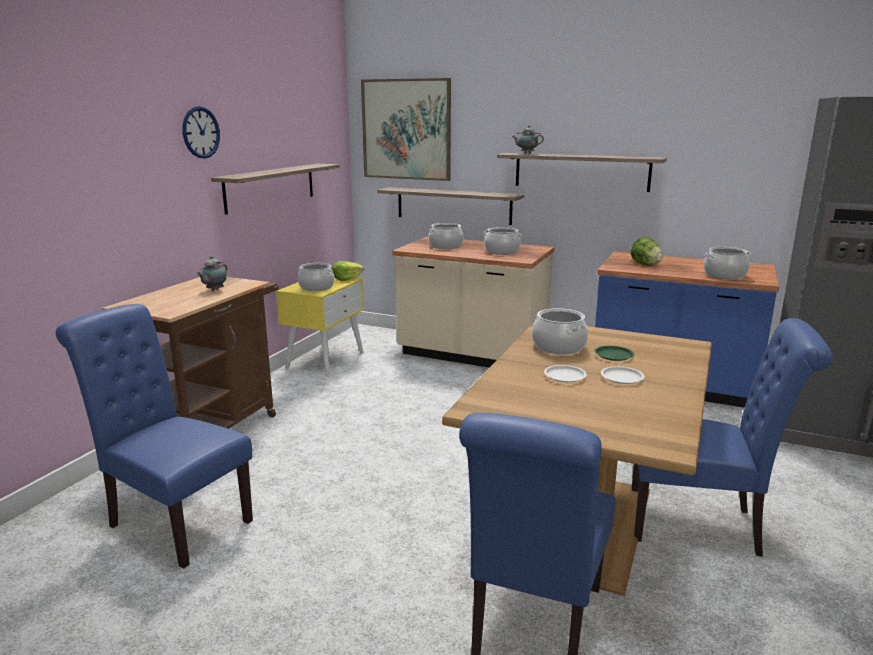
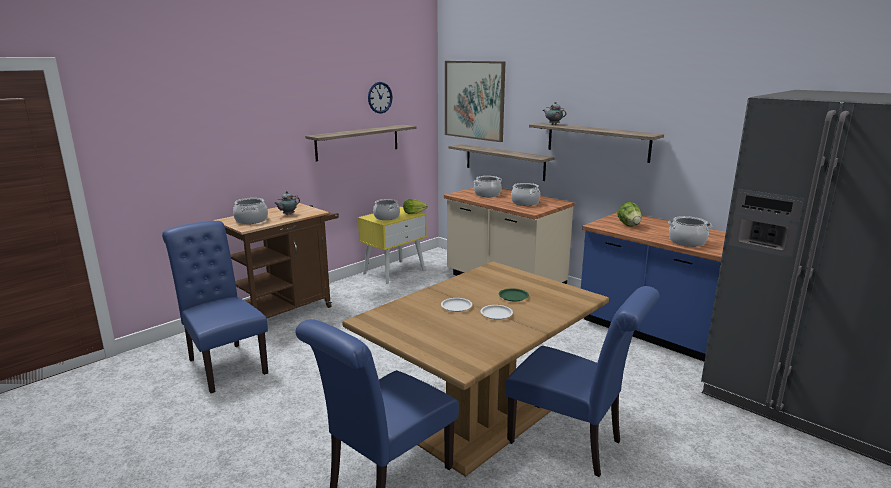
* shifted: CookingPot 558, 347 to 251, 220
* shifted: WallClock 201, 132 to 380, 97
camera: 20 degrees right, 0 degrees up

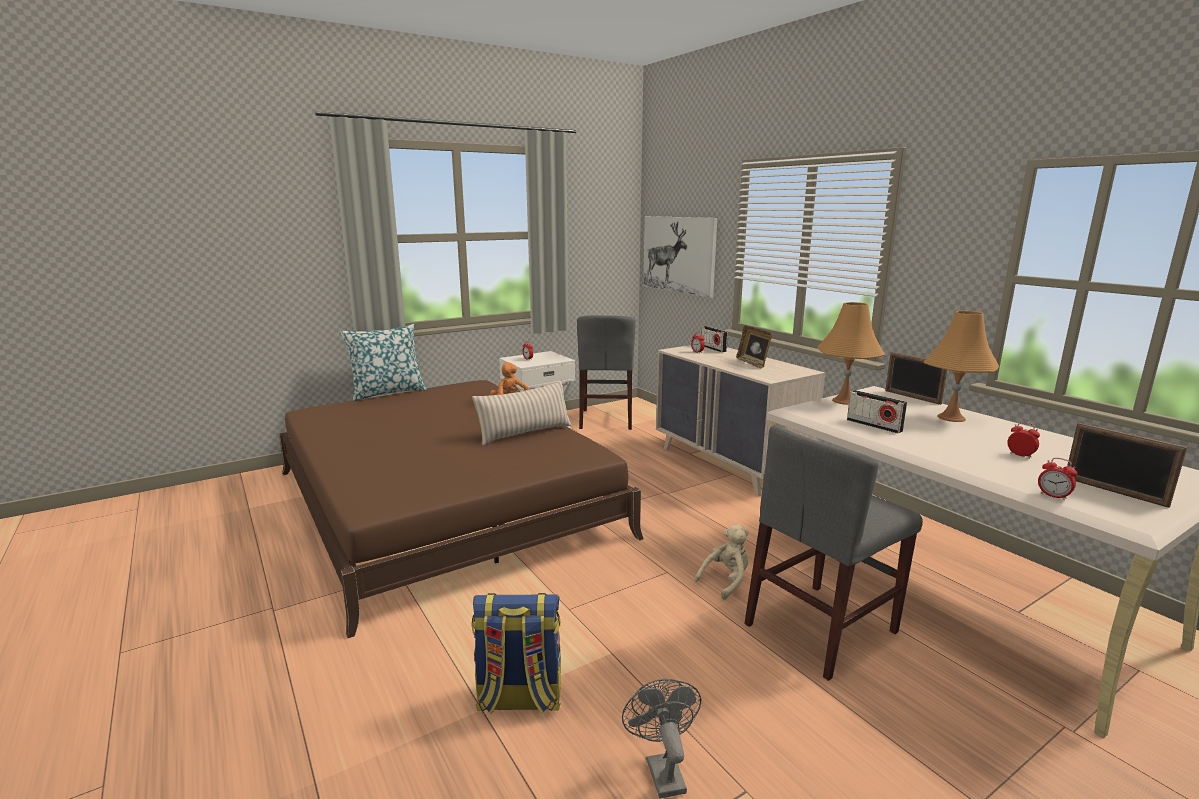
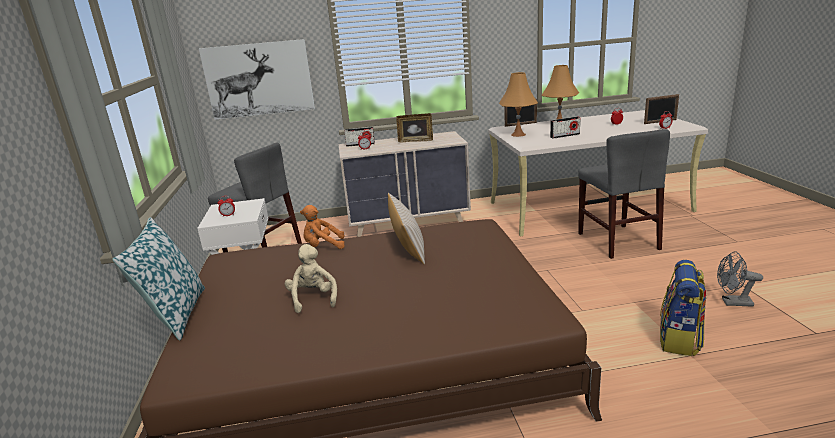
* shifted: BeigeColouredSoftToy 726, 581 to 313, 298
camera: 65 degrees left, 5 degrees up

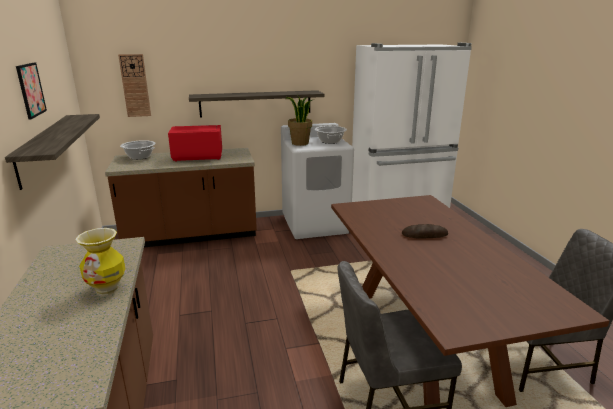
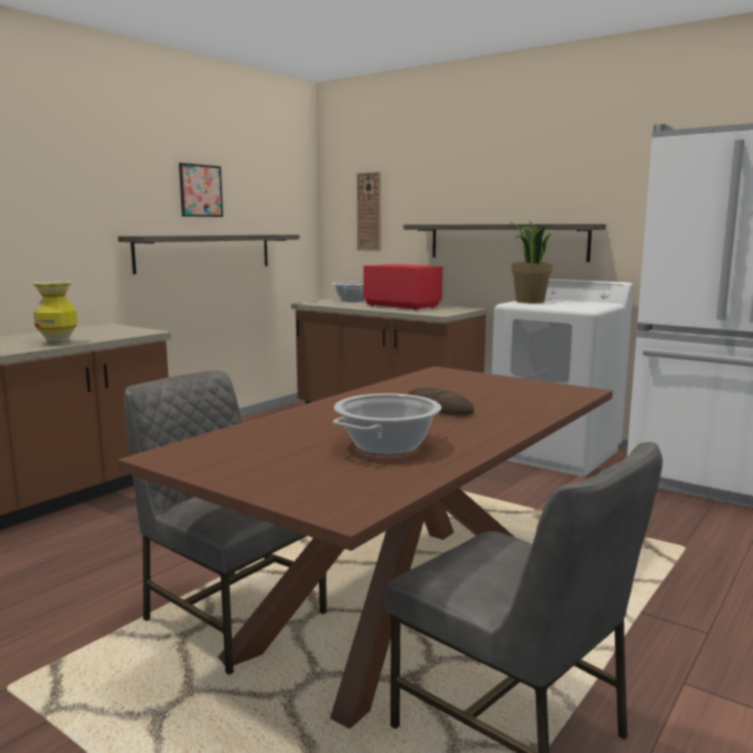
* shifted: CookingPot 330, 141 to 387, 446
camera: 50 degrees right, 10 degrees down

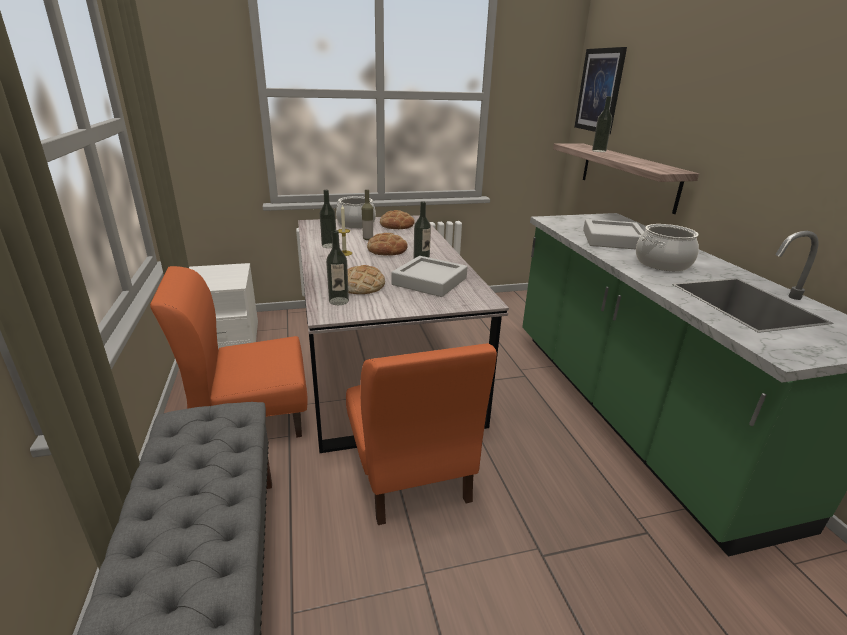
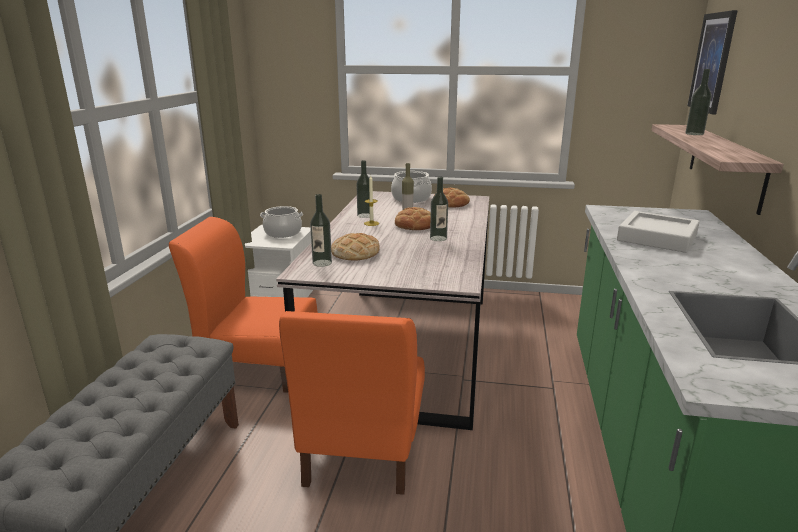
* shifted: CookingPot 662, 263 to 283, 233
* gone: GreyTray 429, 281
camera: 25 degrees right, 5 degrees down

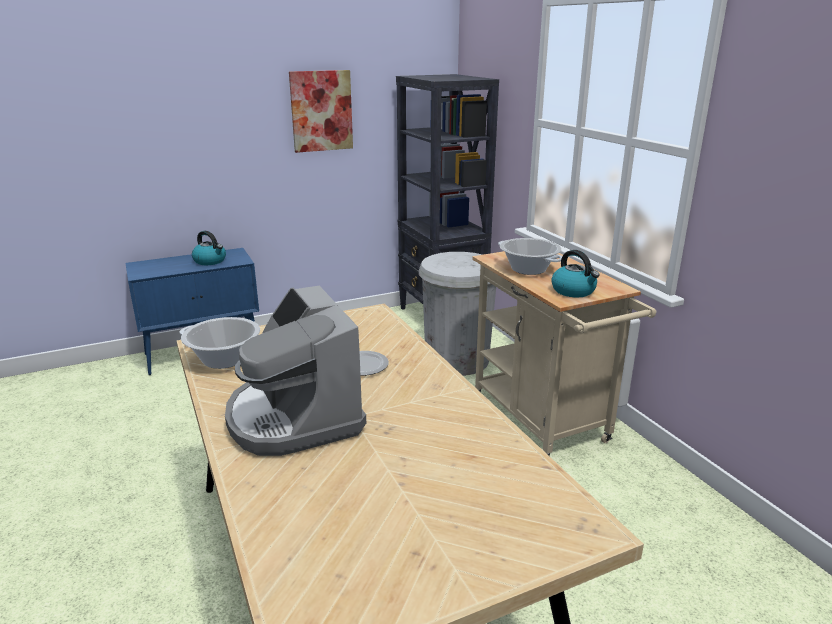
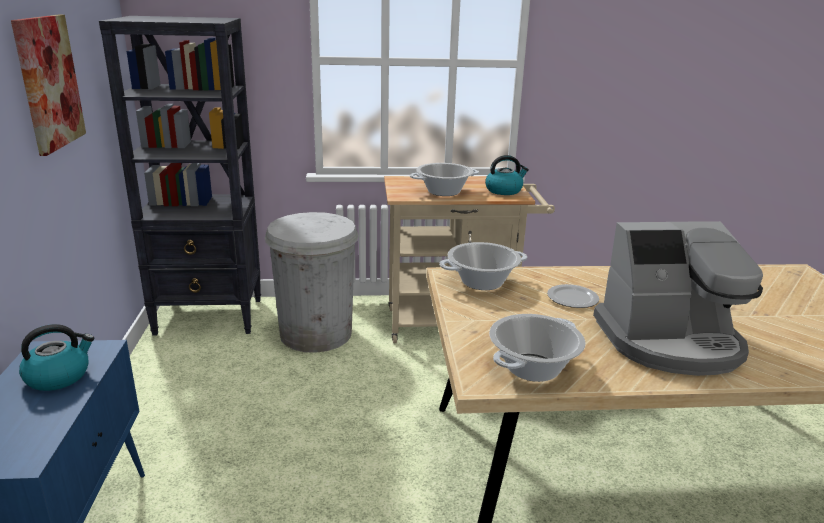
* new: CookingPot 482, 282
camera: 70 degrees left, 0 degrees up

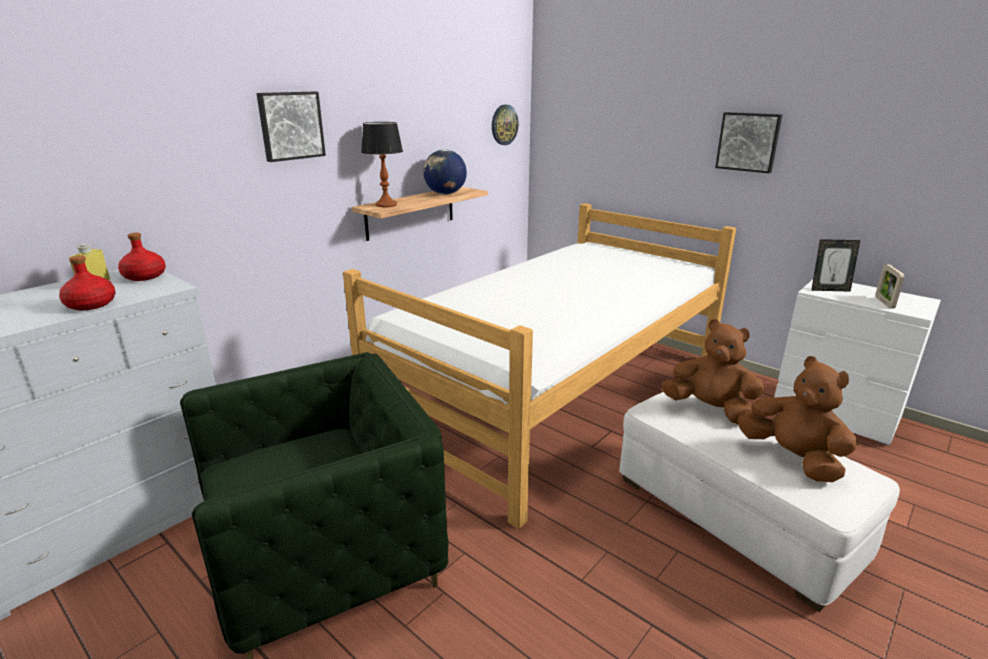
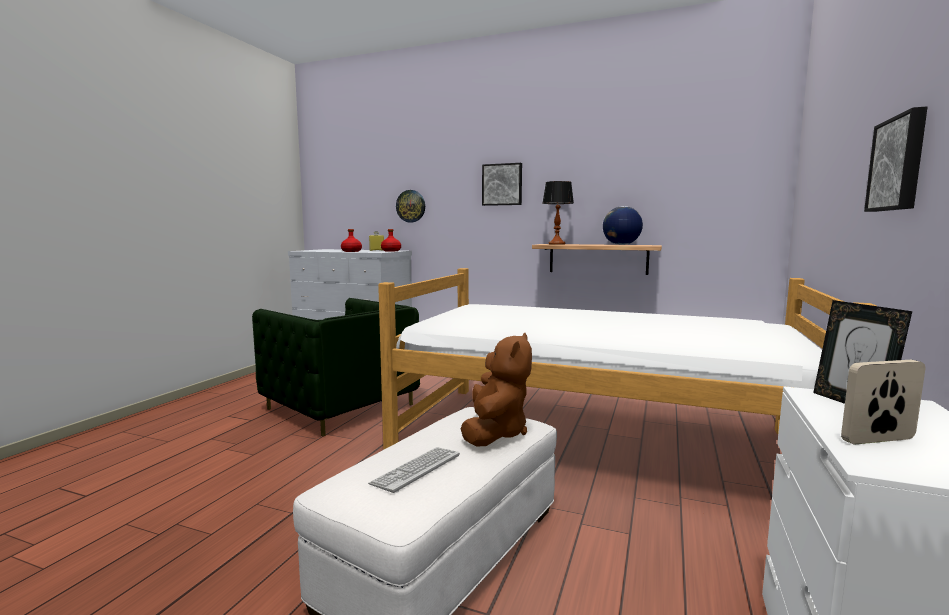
* swapped: BrownColouredSoftToy 792, 458 to PcKeyboard 416, 470
* shifted: WallClock 504, 125 to 411, 206
camera: 70 degrees right, 15 degrees down

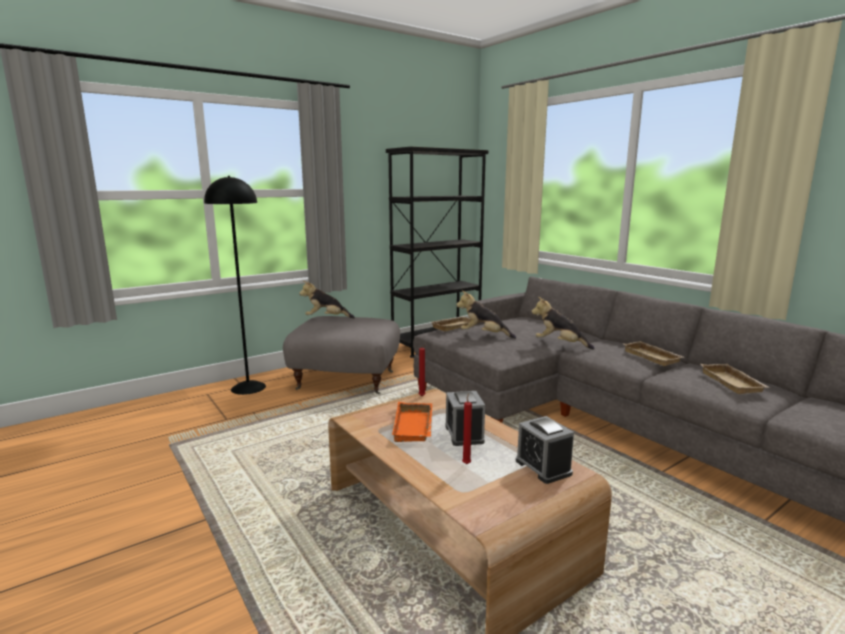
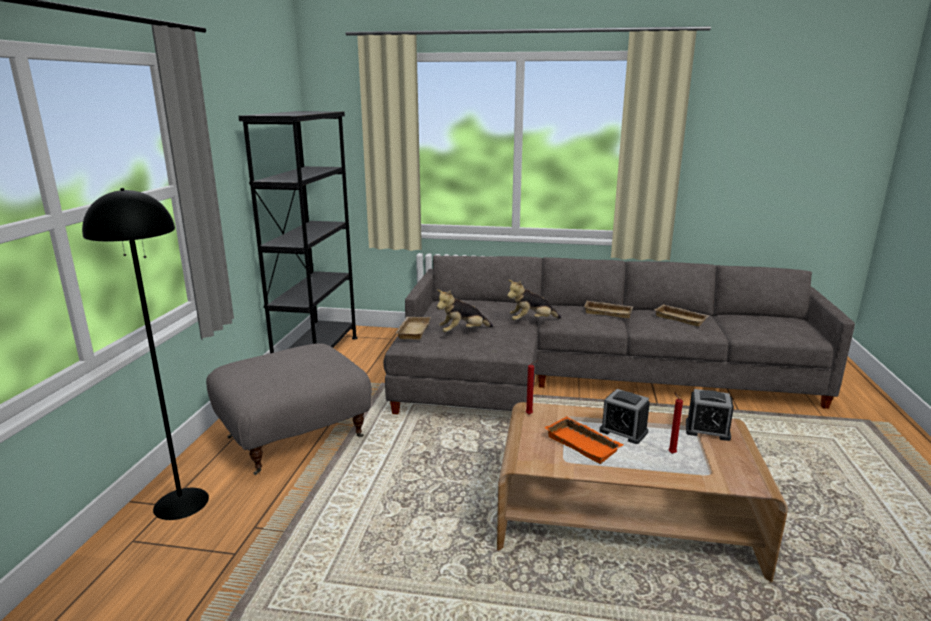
* gone: SoftToy 326, 318
camera: 45 degrees left, 5 degrees up

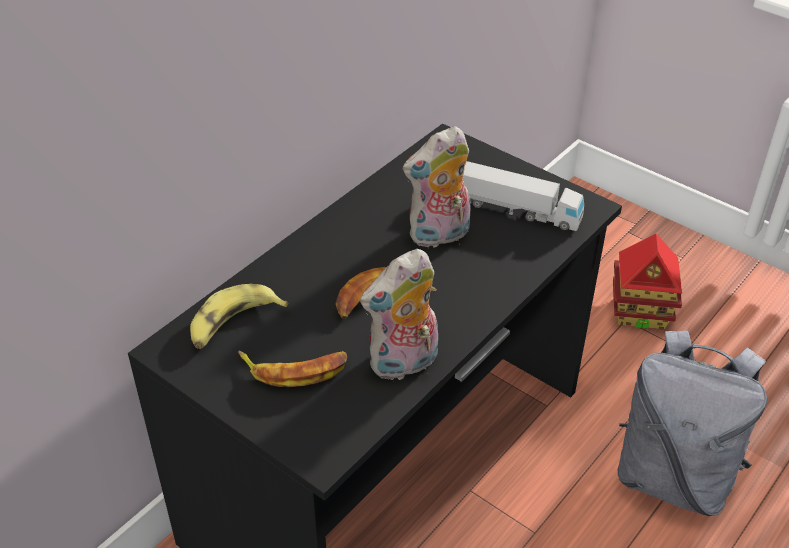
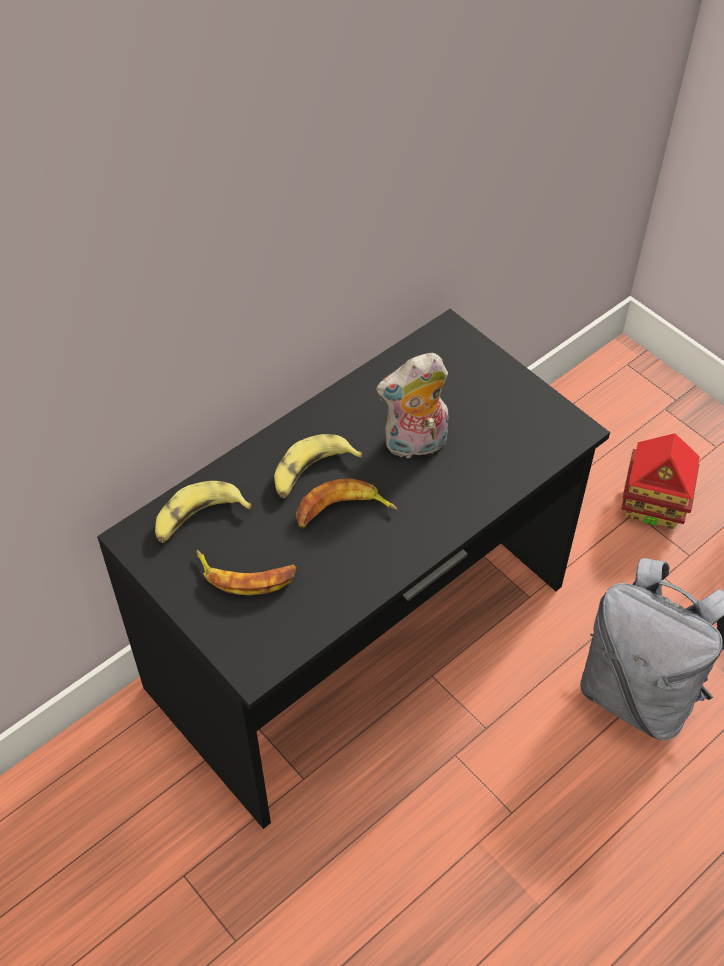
* new: BananaFruit 311, 472
* gone: SoftToy 404, 364
* gone: ModelTruck 509, 208
camera: 10 degrees right, 10 degrees up

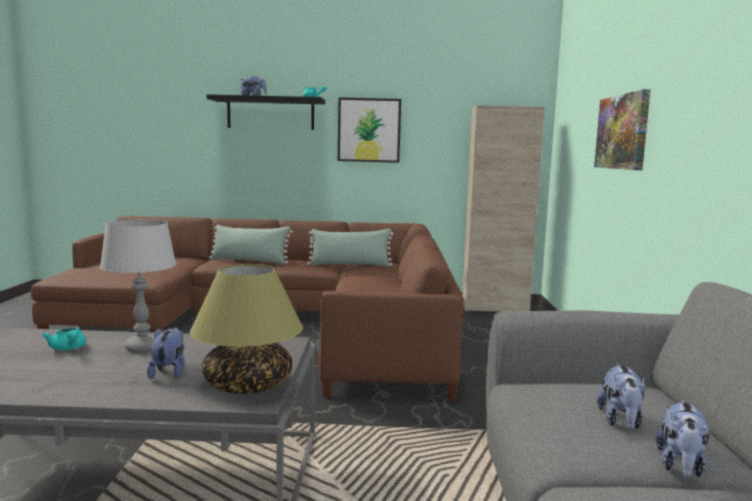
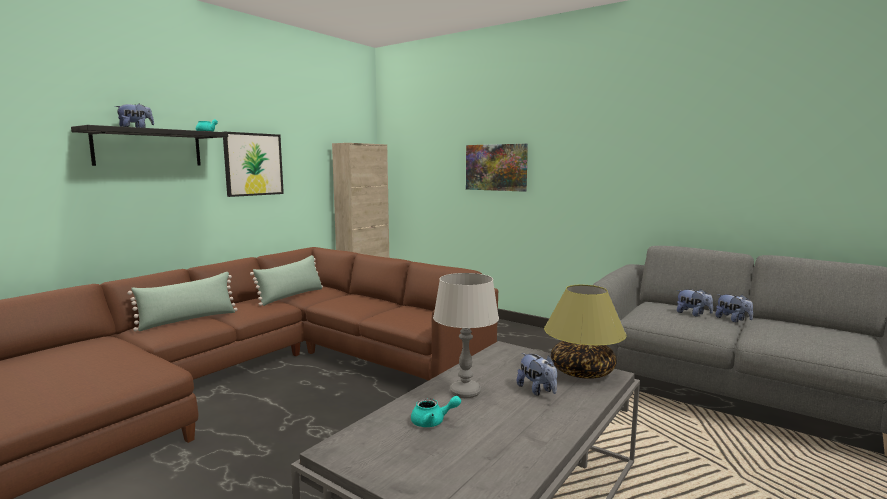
* rotated: SoftToy 169, 372 = 537, 390 150 degrees counterclockwise
camera: 55 degrees left, 0 degrees up

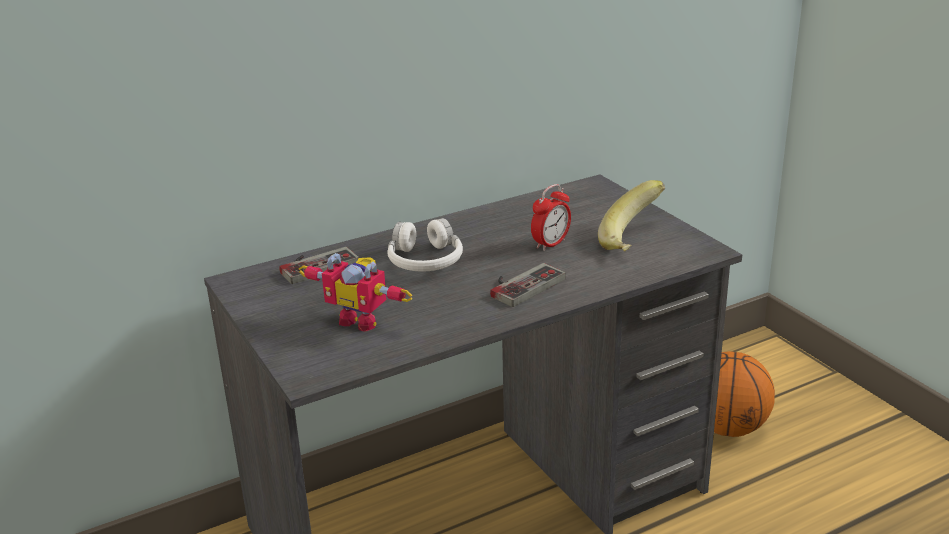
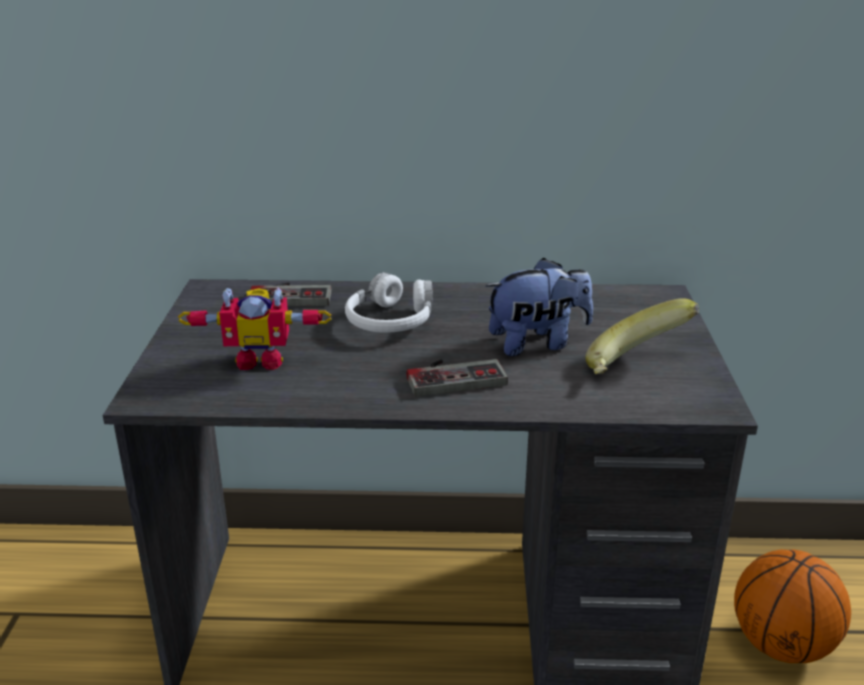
* rotated: ToyRobot 362, 319 = 260, 359 60 degrees counterclockwise
* swapped: TableClock 550, 244 to SoftToy 537, 343
camera: 30 degrees right, 0 degrees up

